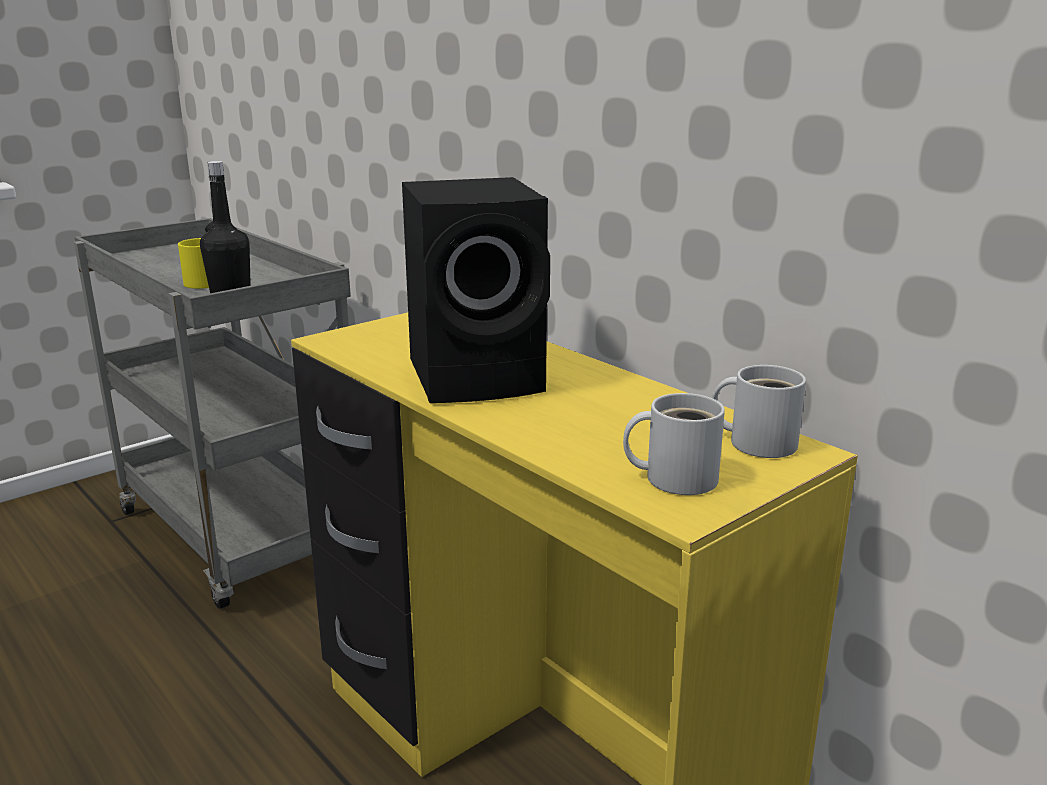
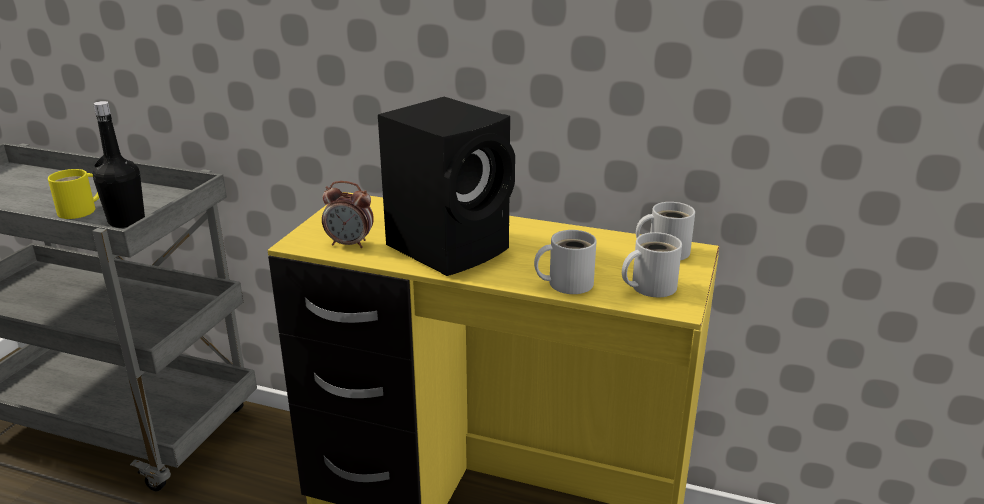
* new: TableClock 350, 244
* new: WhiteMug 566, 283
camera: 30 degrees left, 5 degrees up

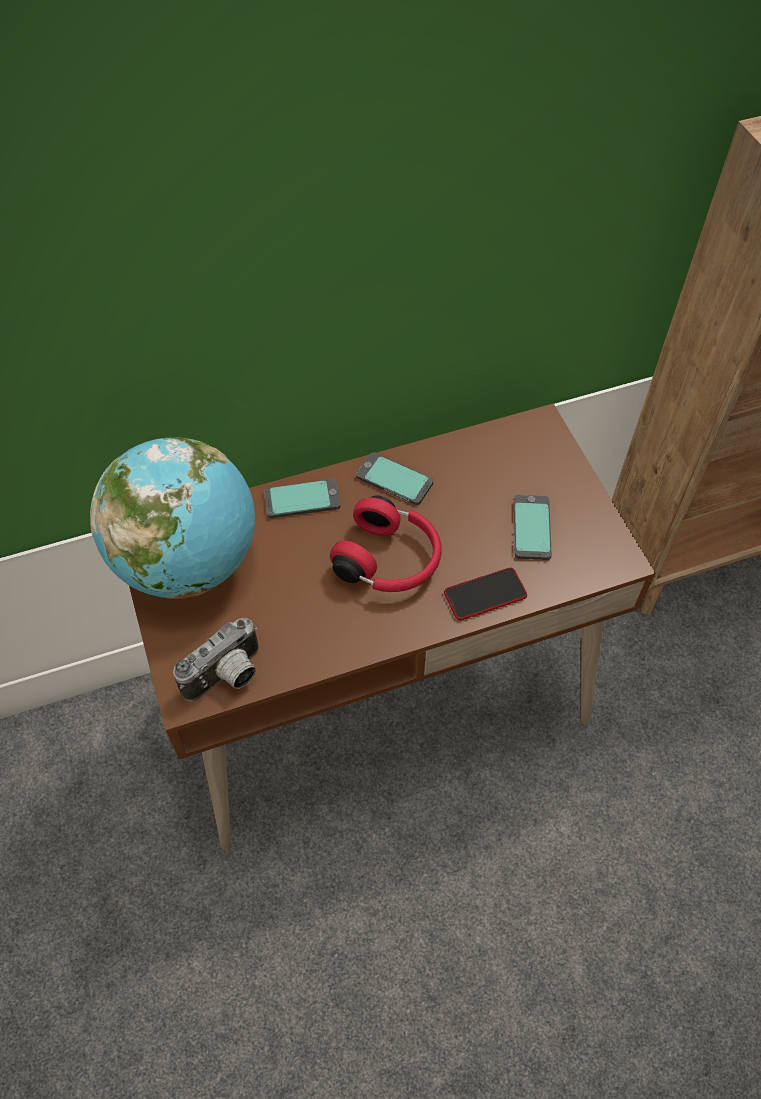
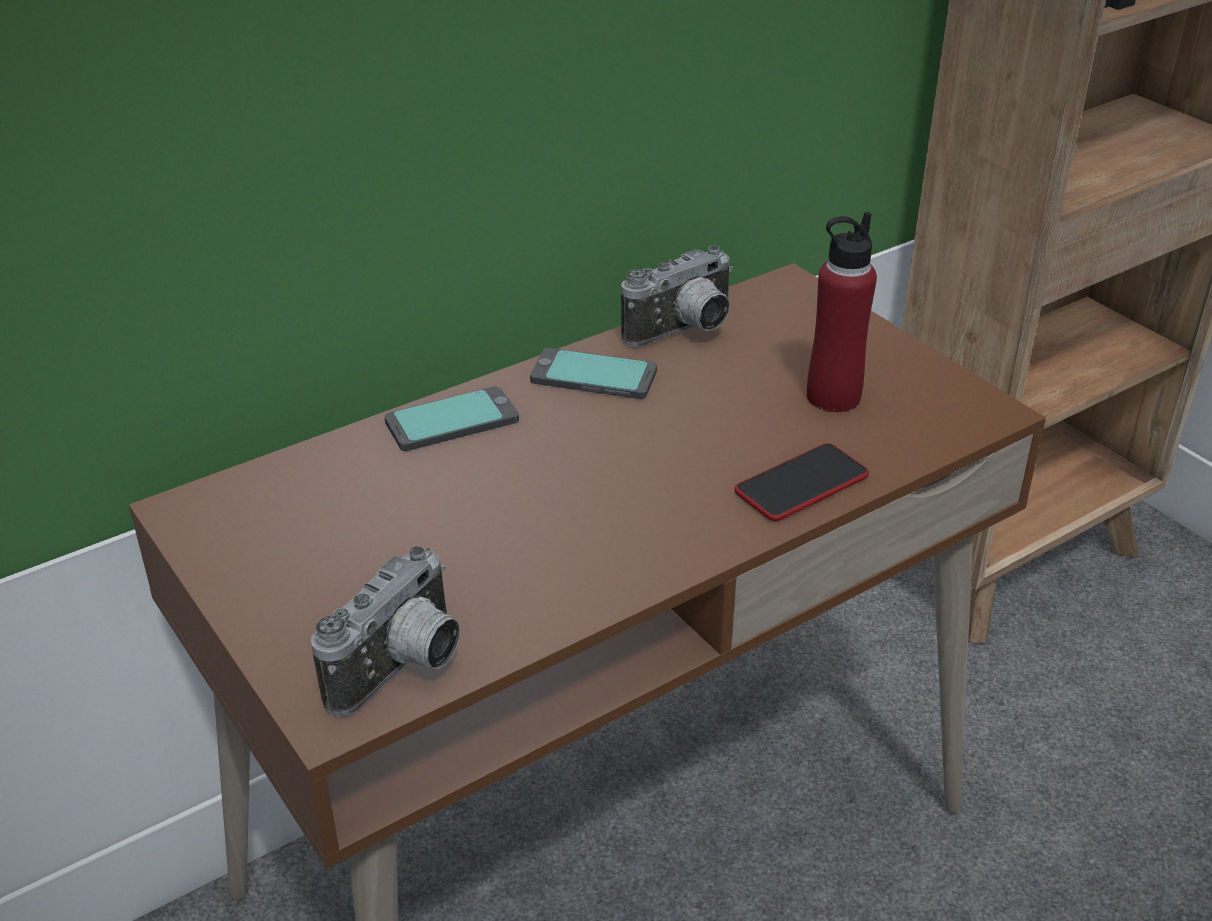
* new: StillCamera 685, 332
* swapped: Handset 531, 528 to RedColouredBeverageBottle 833, 397
* gone: Globe 188, 561
* gone: RedColouredHeadphones 389, 560
camera: 15 degrees left, 20 degrees down

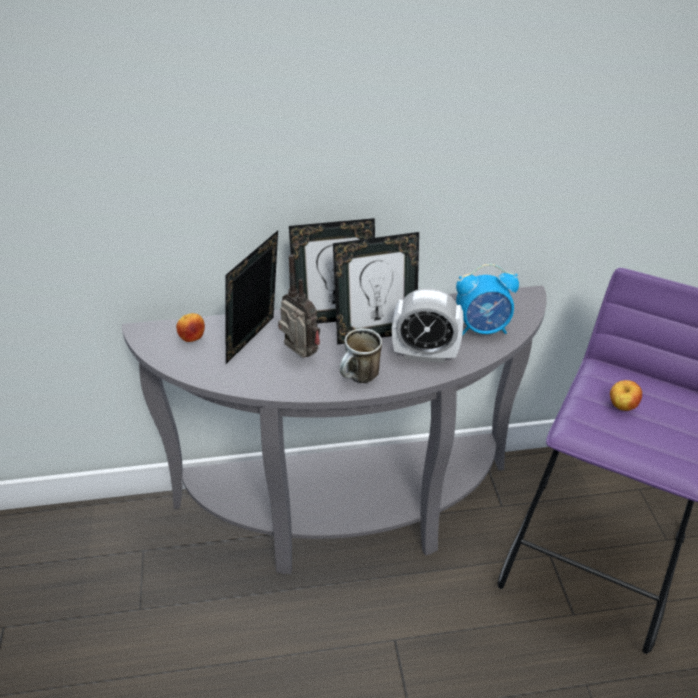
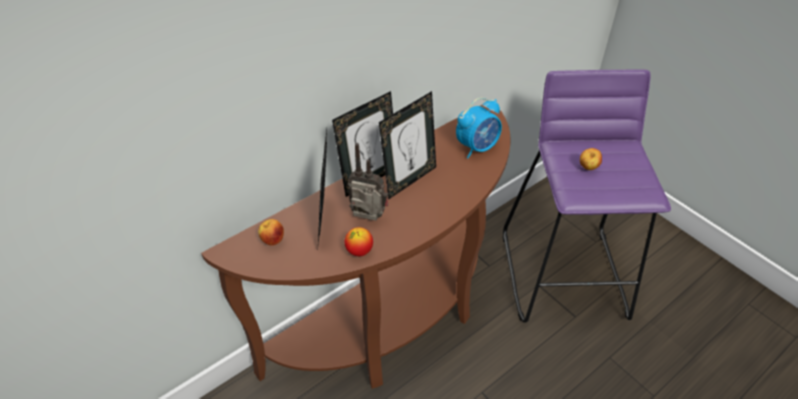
* repainted: GreyConsoleTable 347, 517 to BrownColouredConsoleTable 394, 322
* new: WholeApple 359, 251
* gone: Mug 359, 378
* gone: TableClock 425, 354
camera: 30 degrees left, 5 degrees up

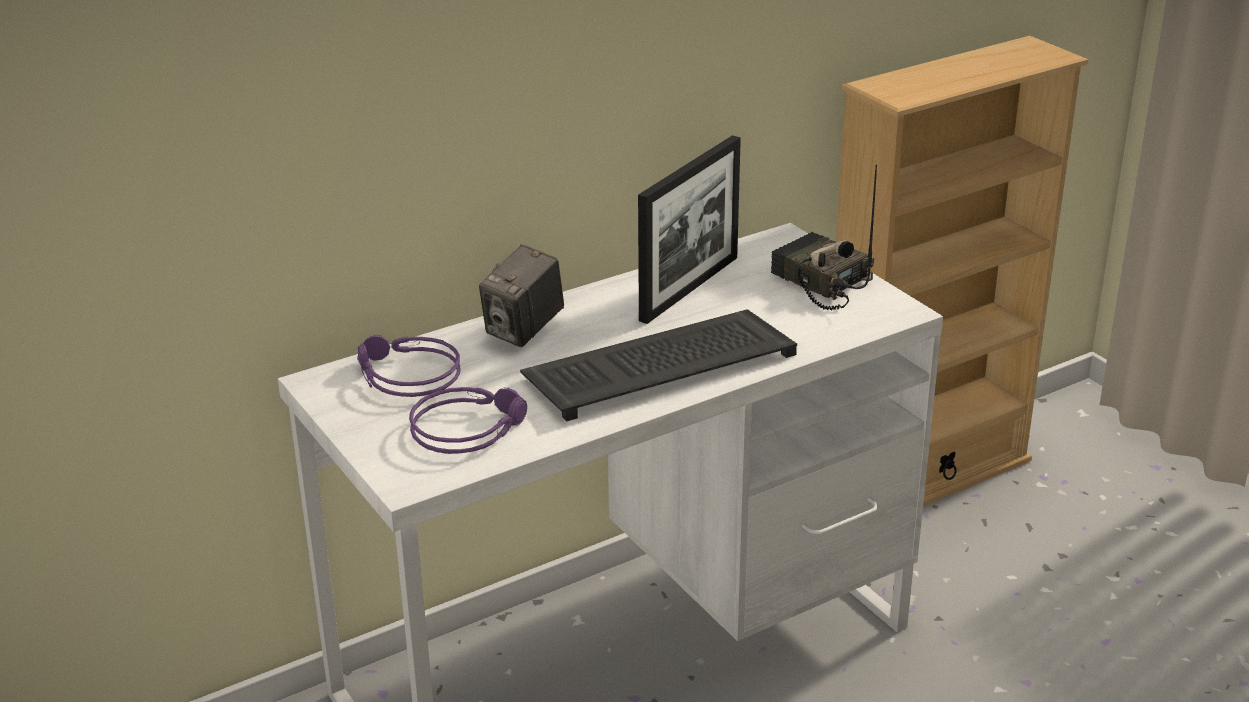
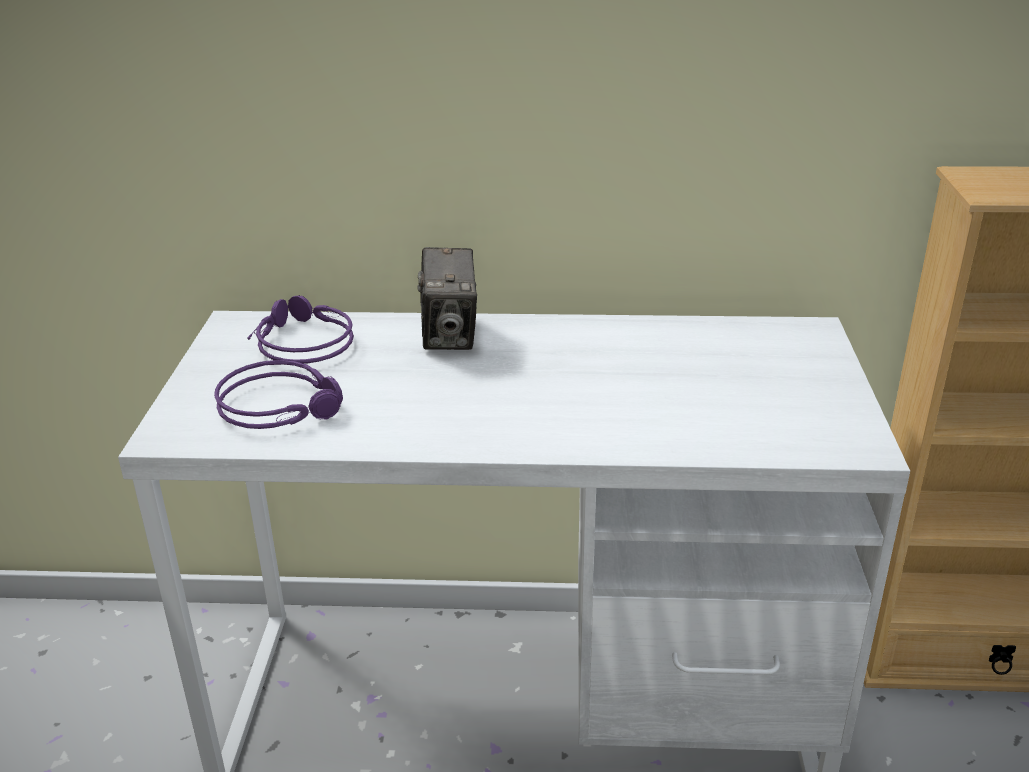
* rotated: StillCamera 524, 330 = 449, 336 75 degrees counterclockwise
* gone: PcKeyboard 661, 365
* gone: PictureFrame 689, 288
* gone: RadioReceiver 819, 282
camera: 35 degrees right, 0 degrees up

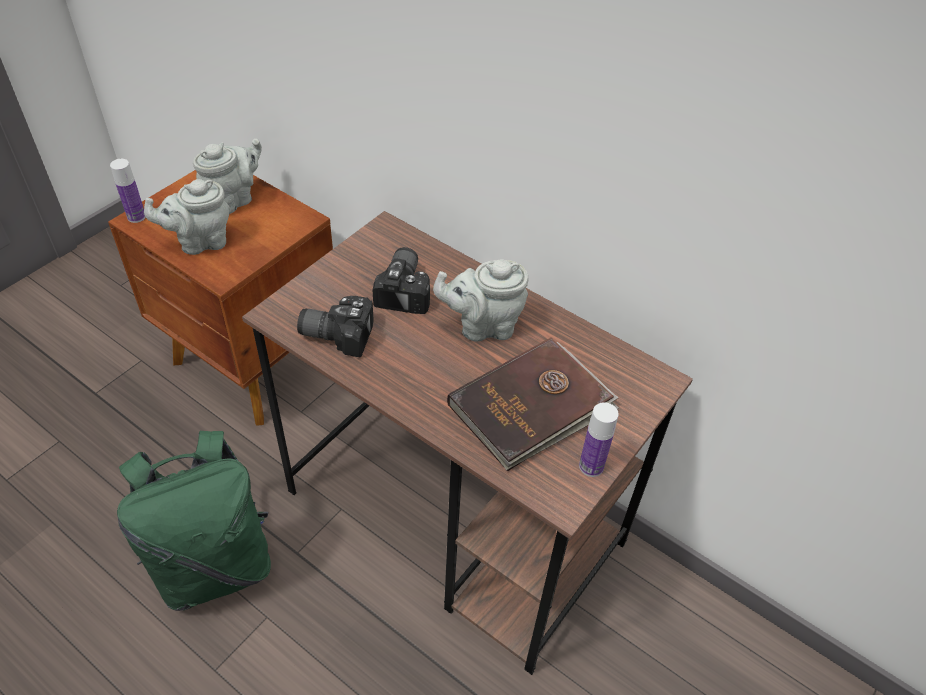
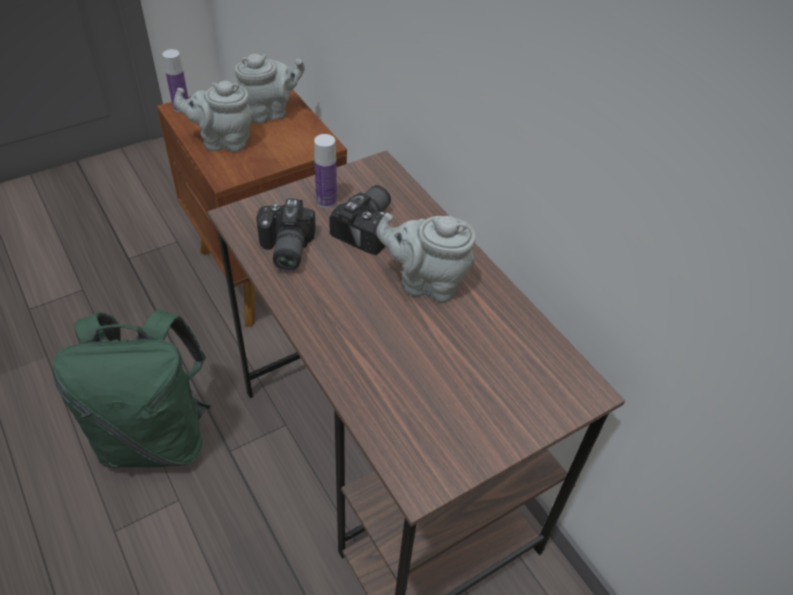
* rotated: StillCamera 337, 333 = 284, 249 120 degrees counterclockwise
* shifted: BeverageBottle 591, 466 to 326, 201
* gone: BrownColouredVolume 532, 407
camera: 20 degrees right, 0 degrees up

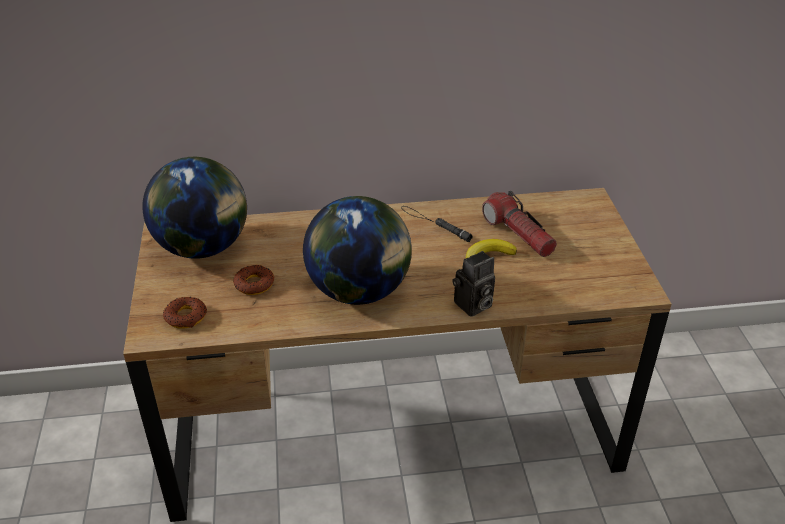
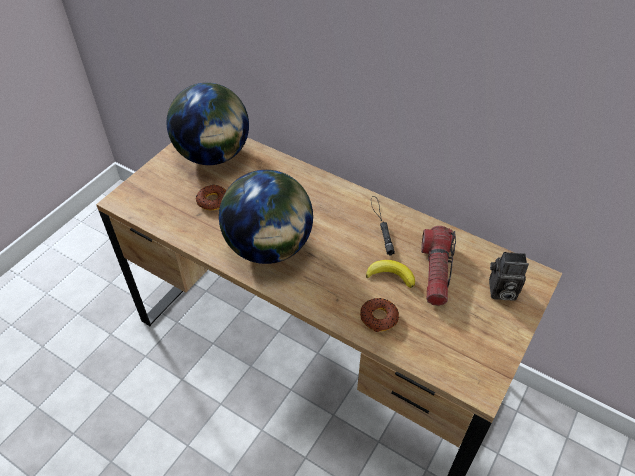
* shifted: Doughnut 186, 317 to 379, 317
* shifted: StillCamera 473, 306 to 500, 291
camera: 40 degrees right, 10 degrees up

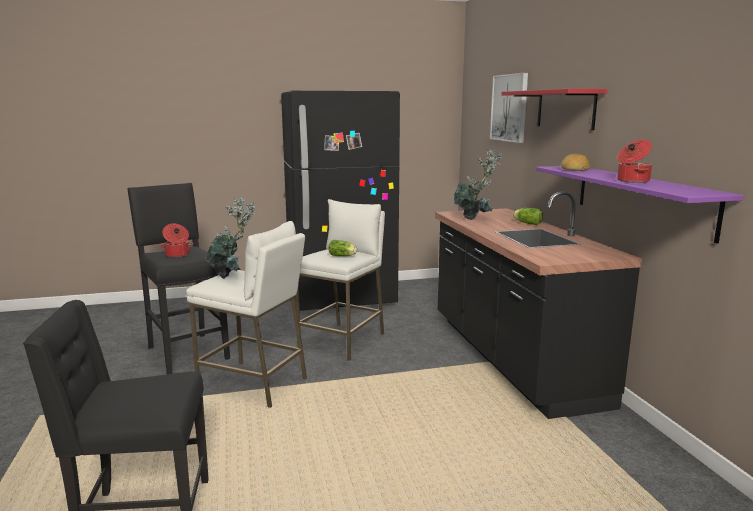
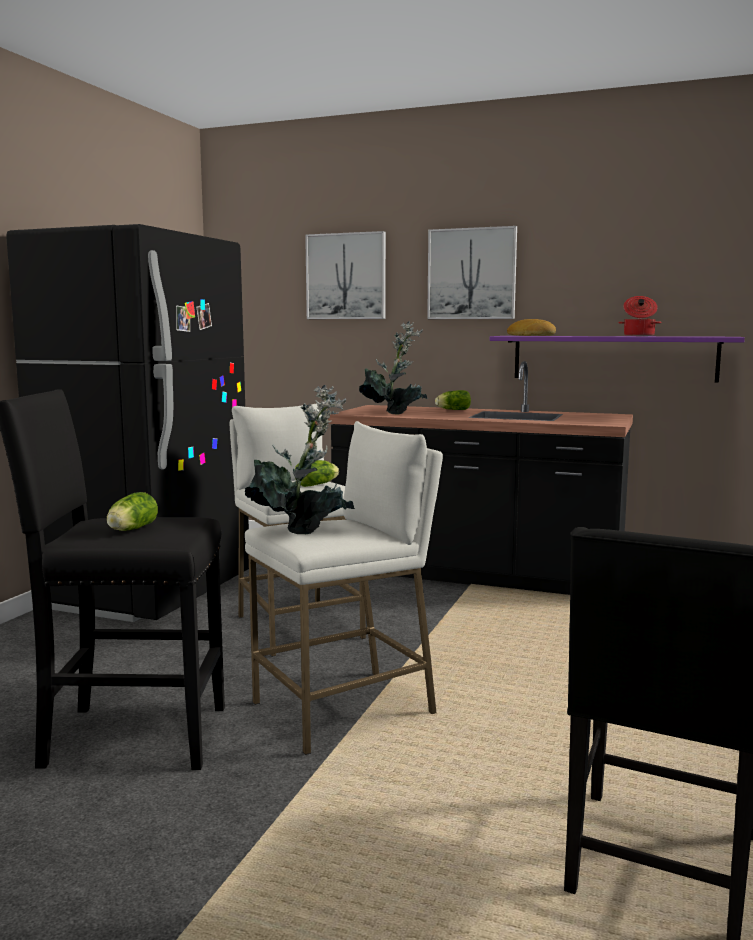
* swapped: CookingPot 177, 255 to Lettuce 130, 530
* swapped: RedColouredWallShelf 565, 109 to Picture 472, 274
camera: 55 degrees left, 5 degrees down

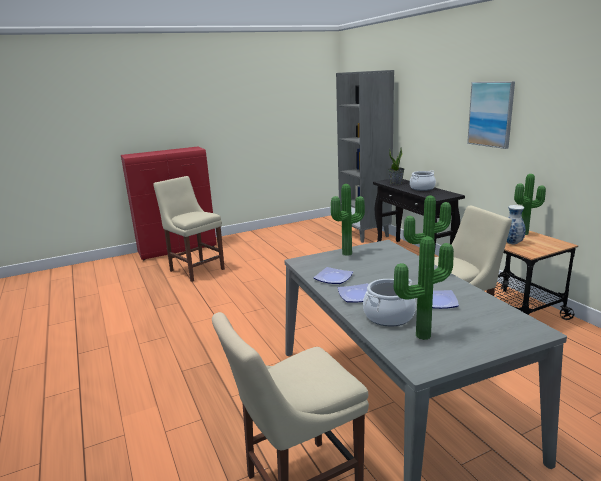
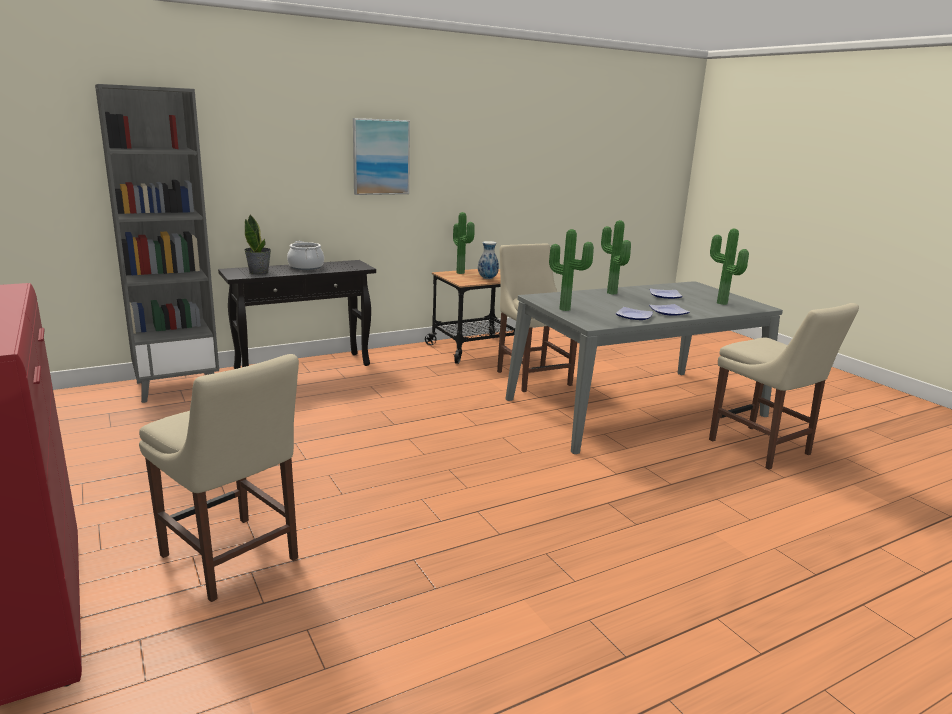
* rotated: BeigeColouredPlainChair 195, 269 = 232, 560 90 degrees counterclockwise
* gone: CookingPot 388, 316
camera: 95 degrees left, 0 degrees up

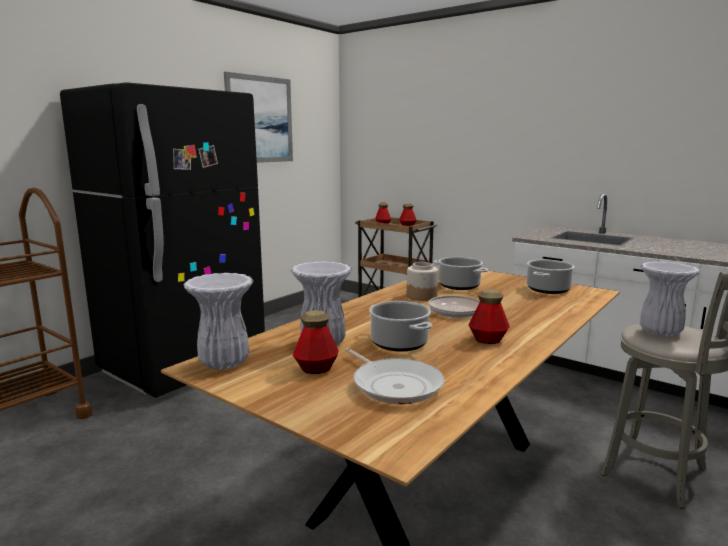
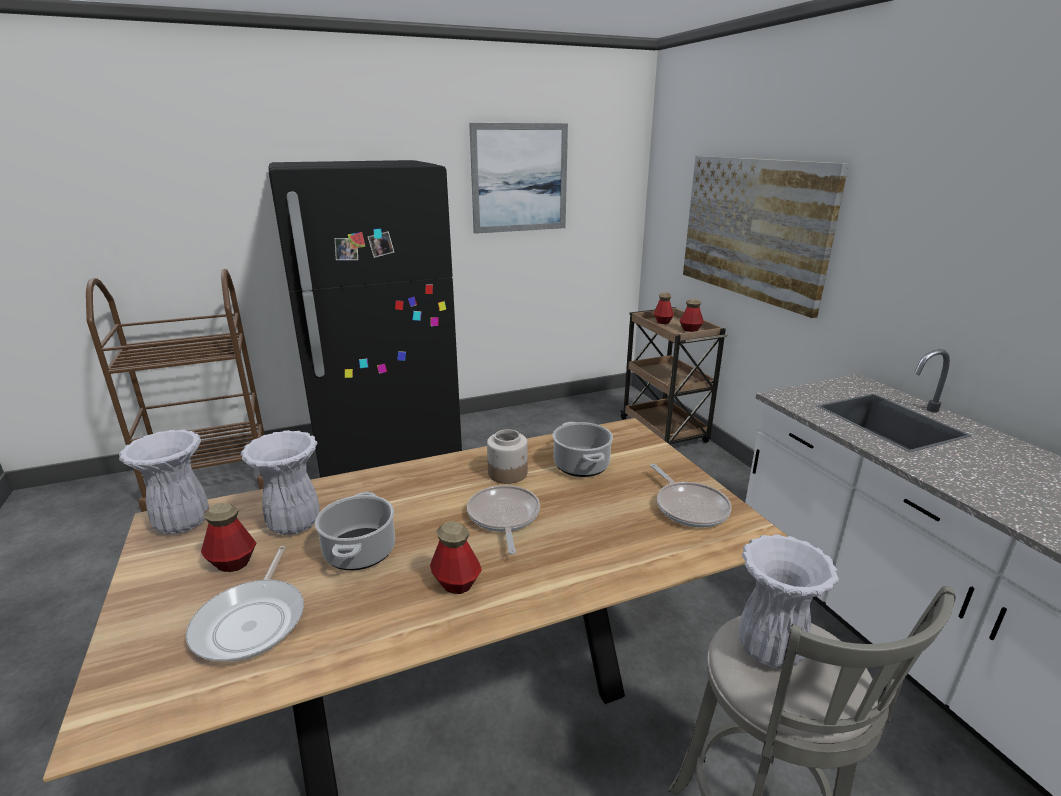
* swapped: CookingPot 548, 289 to Pan 689, 507
* new: Picture 753, 228
camera: 30 degrees right, 10 degrees up

